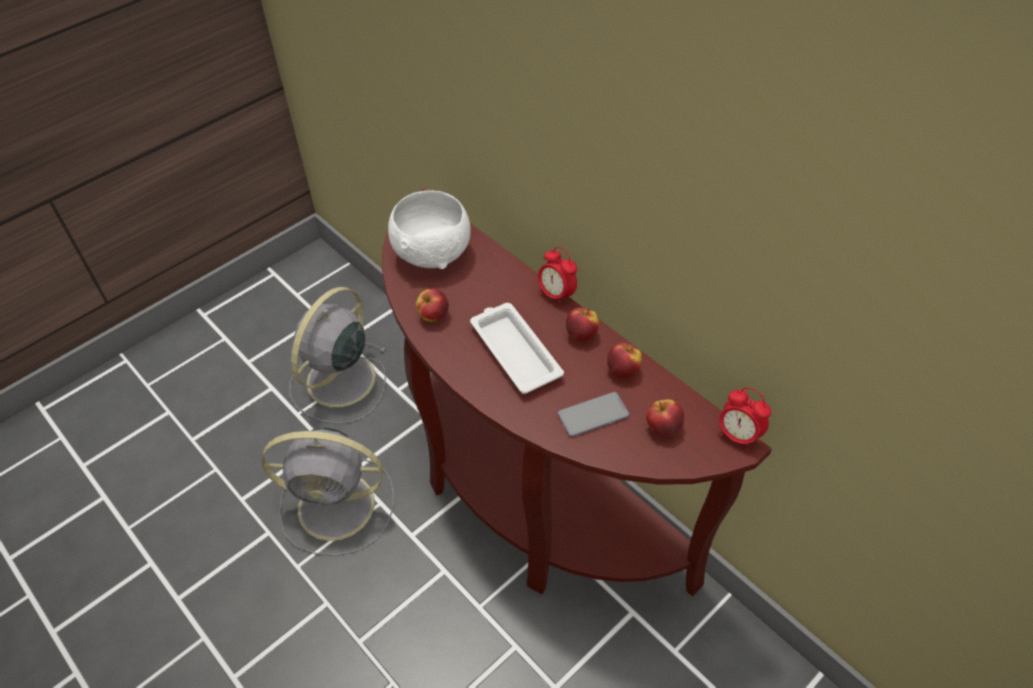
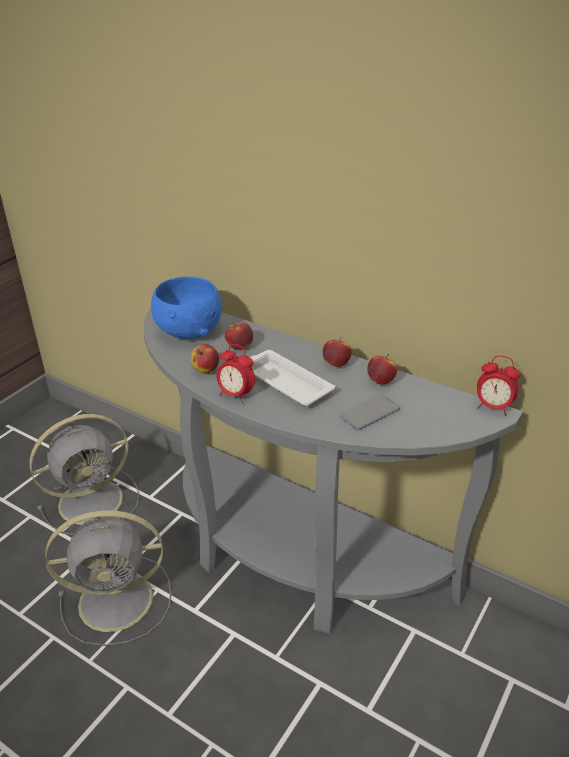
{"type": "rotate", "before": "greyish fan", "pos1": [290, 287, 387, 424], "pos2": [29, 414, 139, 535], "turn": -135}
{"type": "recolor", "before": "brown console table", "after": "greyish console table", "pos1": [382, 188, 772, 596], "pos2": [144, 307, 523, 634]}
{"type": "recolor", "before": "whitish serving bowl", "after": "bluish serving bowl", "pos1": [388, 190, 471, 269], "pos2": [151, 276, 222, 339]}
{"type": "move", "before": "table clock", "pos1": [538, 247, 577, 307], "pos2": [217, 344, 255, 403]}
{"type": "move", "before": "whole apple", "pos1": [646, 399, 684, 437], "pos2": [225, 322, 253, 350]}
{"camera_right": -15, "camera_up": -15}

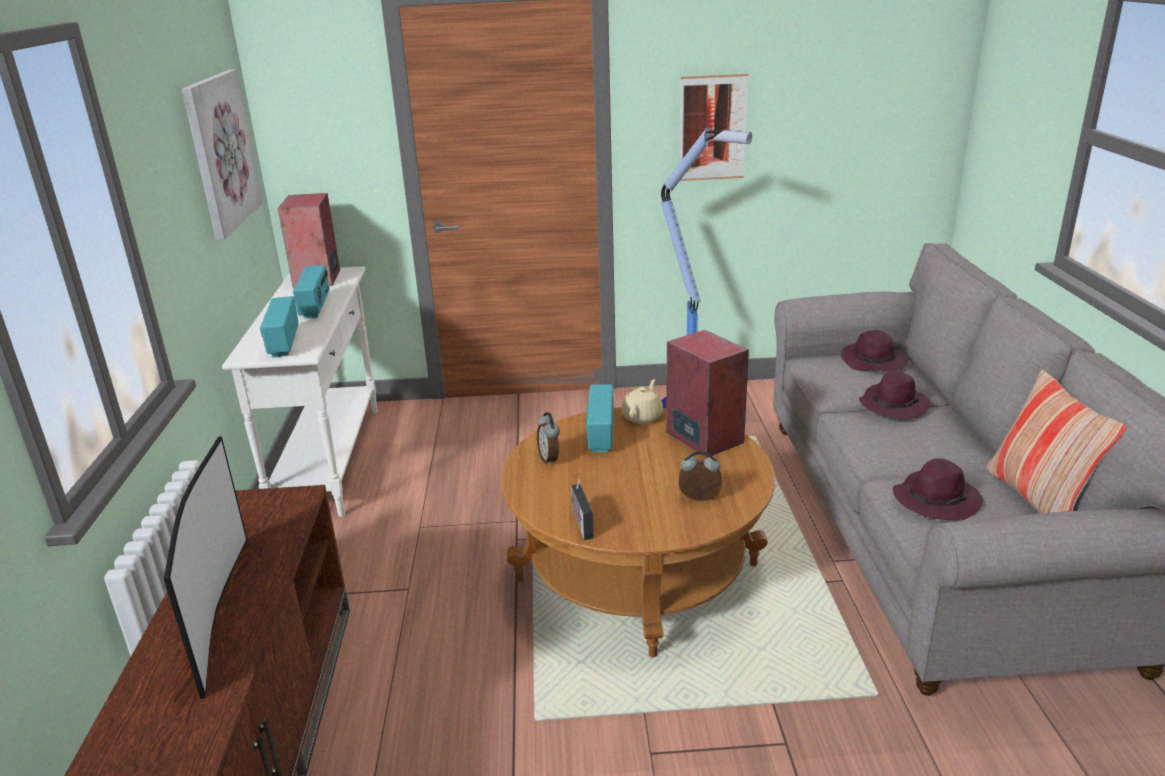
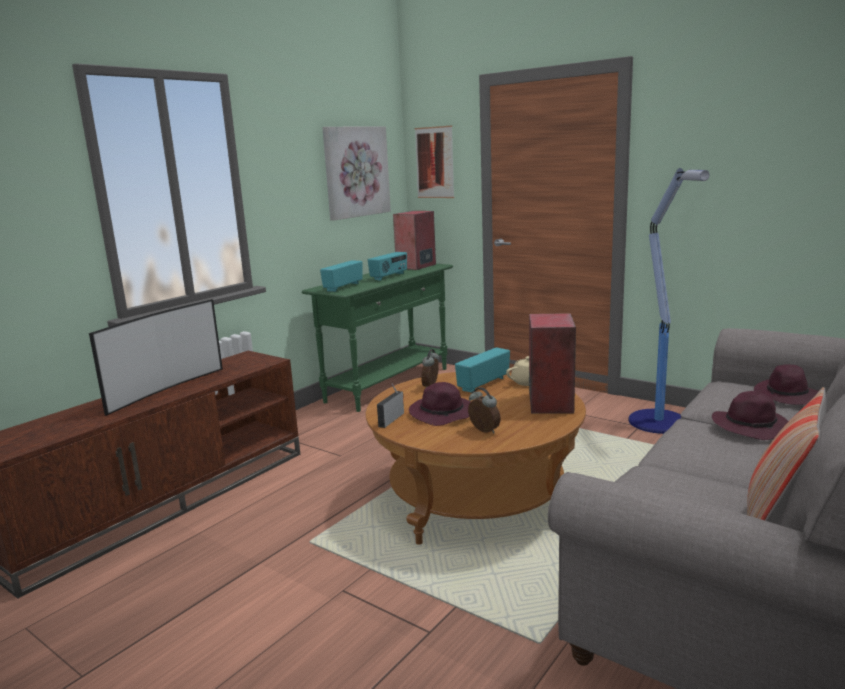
{"type": "recolor", "before": "whitish console table", "after": "green-coloured console table", "pos1": [222, 266, 378, 517], "pos2": [302, 264, 453, 412]}
{"type": "move", "before": "purplish clothing hat", "pos1": [893, 458, 983, 521], "pos2": [409, 382, 470, 426]}
{"type": "move", "before": "wall art", "pos1": [680, 74, 748, 181], "pos2": [415, 125, 455, 198]}
{"camera_right": 40, "camera_up": -10}

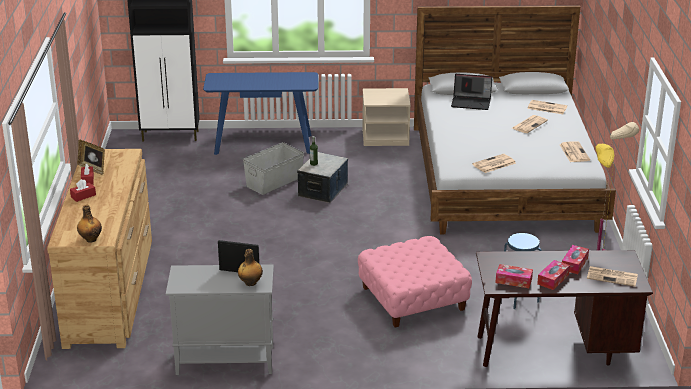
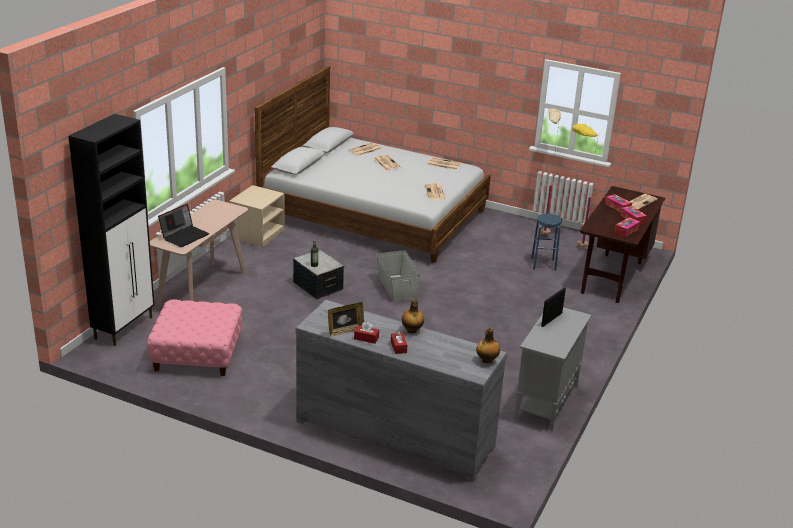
{"type": "move", "before": "pink-coloured footrest", "pos1": [358, 236, 472, 327], "pos2": [147, 299, 243, 376]}
{"type": "recolor", "before": "bluish console table", "after": "beige-coloured console table", "pos1": [203, 72, 318, 155], "pos2": [150, 200, 248, 306]}
{"type": "move", "before": "laptop", "pos1": [451, 74, 492, 110], "pos2": [158, 204, 209, 247]}
{"type": "recolor", "before": "brown chest of drawers", "after": "greyish chest of drawers", "pos1": [47, 149, 152, 349], "pos2": [295, 300, 507, 482]}
{"type": "move", "before": "greyish storage box", "pos1": [243, 142, 304, 195], "pos2": [376, 250, 421, 302]}
{"type": "move", "before": "beverage bottle", "pos1": [238, 249, 263, 286], "pos2": [402, 299, 424, 333]}
{"camera_right": -65, "camera_up": 0}

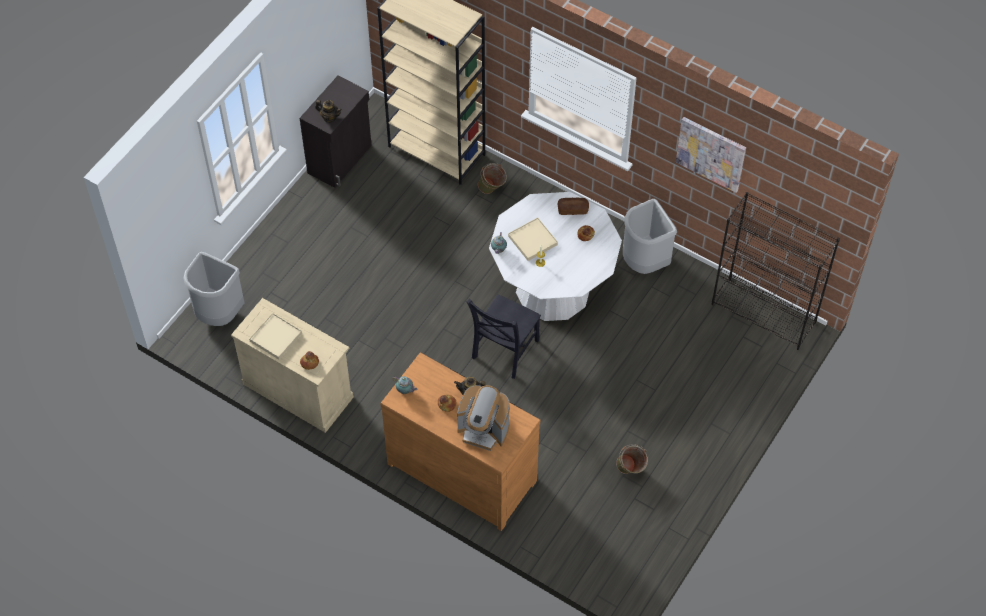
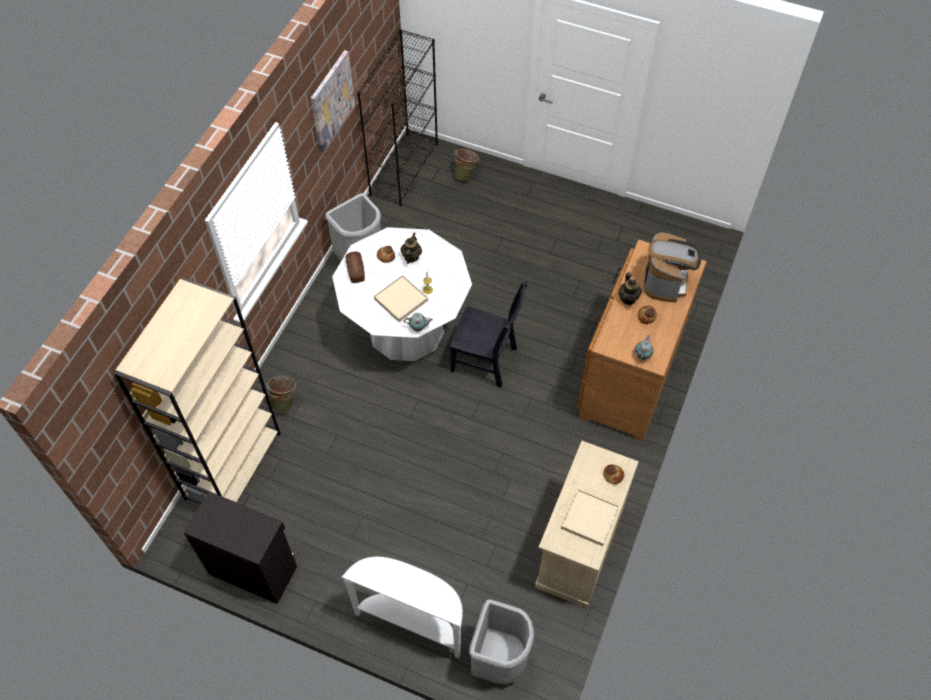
{"type": "insert", "after": "whitish console table", "pos2": [341, 557, 463, 658]}
{"type": "move", "before": "teapot", "pos1": [315, 100, 342, 123], "pos2": [401, 232, 422, 264]}
{"type": "move", "before": "green-coloured bucket", "pos1": [616, 444, 648, 474], "pos2": [453, 148, 479, 181]}
{"camera_right": -100, "camera_up": 0}

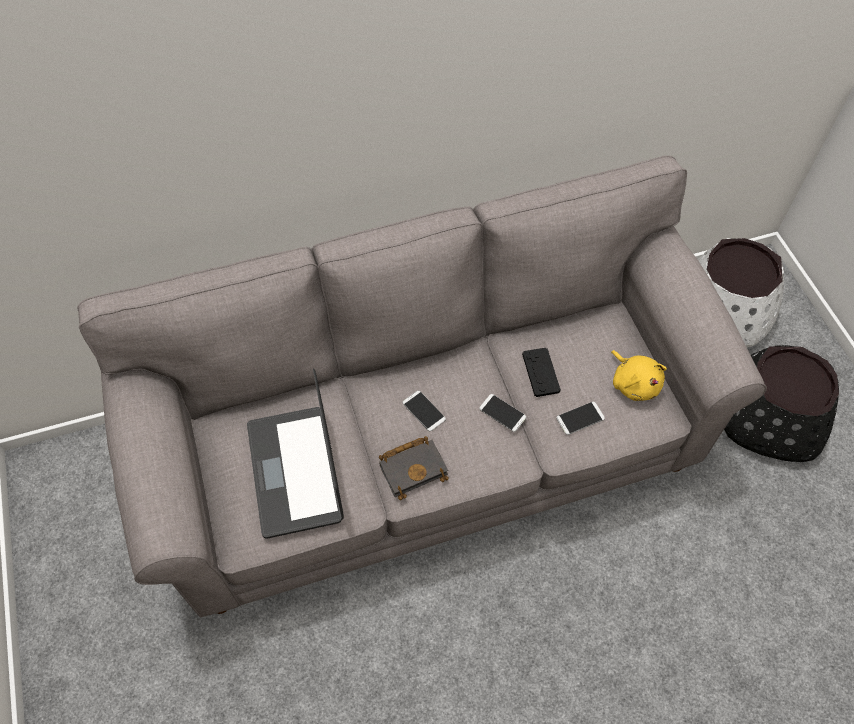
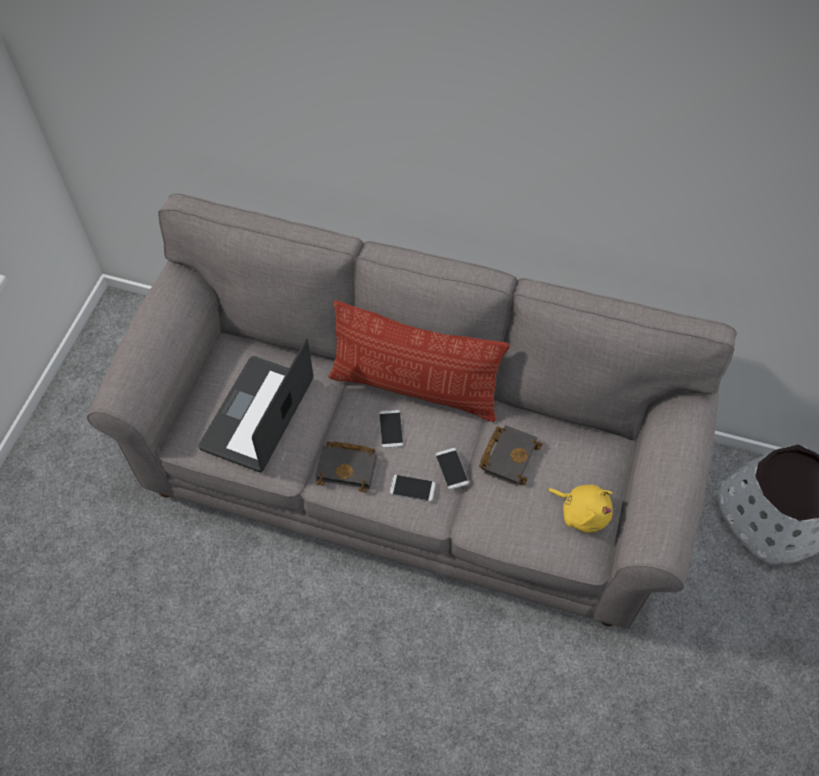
{"type": "insert", "after": "pillow", "pos2": [328, 300, 510, 422]}
{"type": "move", "before": "handset", "pos1": [557, 402, 605, 435], "pos2": [390, 475, 436, 502]}
{"type": "replace", "before": "blackish game controller", "after": "blackish bound book", "pos1": [522, 348, 561, 397], "pos2": [479, 425, 543, 486]}
{"type": "rotate", "before": "yellow-coloured cuddly toy", "pos1": [611, 350, 667, 401], "pos2": [548, 485, 613, 533], "turn": -60}
{"type": "delete", "before": "blackish plant pot", "pos1": [724, 345, 839, 462]}
{"camera_right": 35, "camera_up": 0}

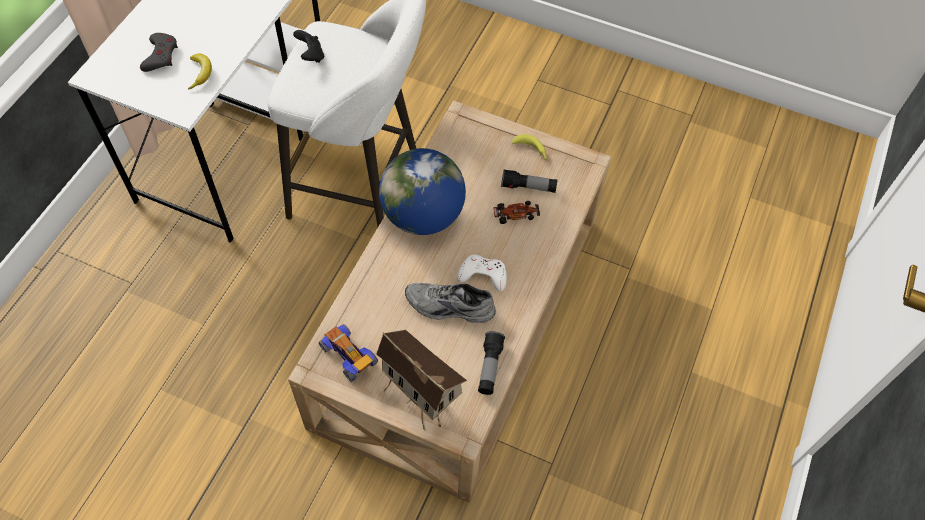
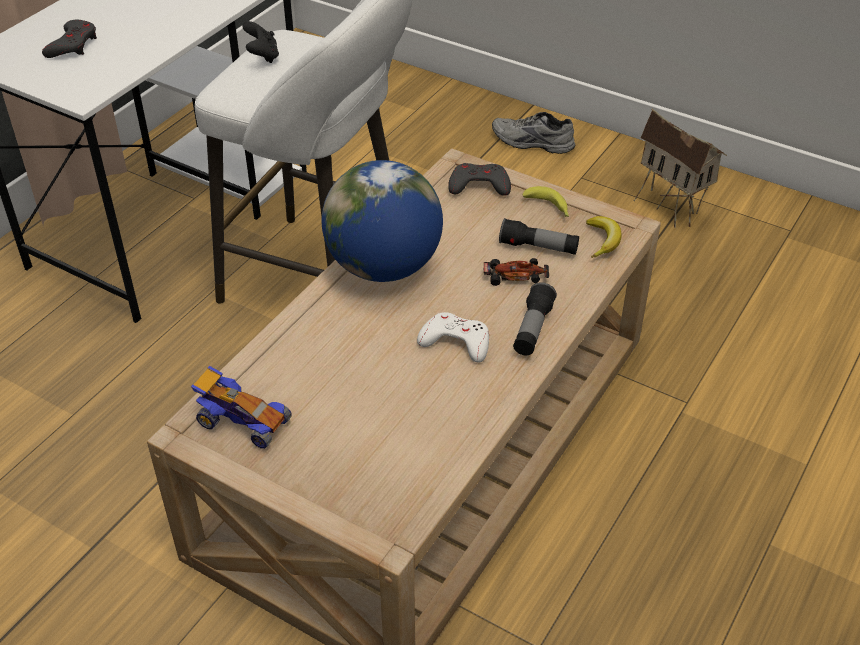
{"type": "rotate", "before": "miniature car", "pos1": [319, 324, 378, 382], "pos2": [191, 366, 292, 449], "turn": 150}
{"type": "insert", "after": "greyish game controller", "pos2": [448, 163, 511, 196]}
{"type": "move", "before": "greyish item of footwear", "pos1": [405, 283, 496, 323], "pos2": [492, 112, 575, 154]}
{"type": "move", "before": "torch", "pos1": [478, 331, 505, 395], "pos2": [513, 282, 557, 355]}
{"type": "move", "before": "banana", "pos1": [188, 54, 212, 89], "pos2": [586, 216, 622, 258]}
{"type": "move", "before": "toy house", "pos1": [376, 330, 467, 431], "pos2": [634, 108, 727, 228]}
{"camera_right": 10, "camera_up": -15}

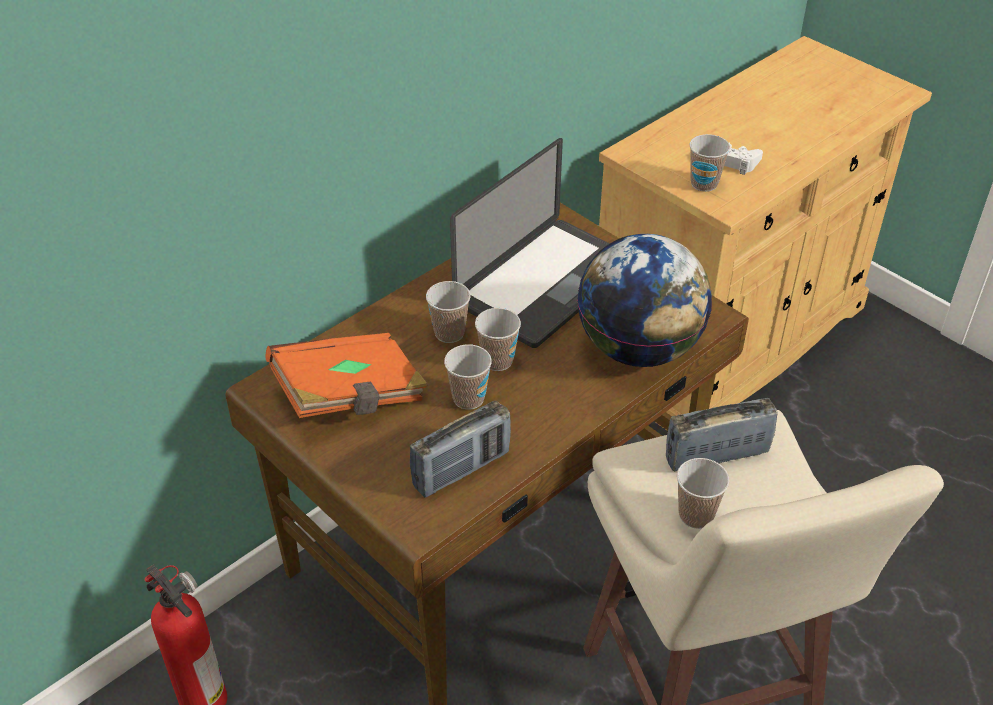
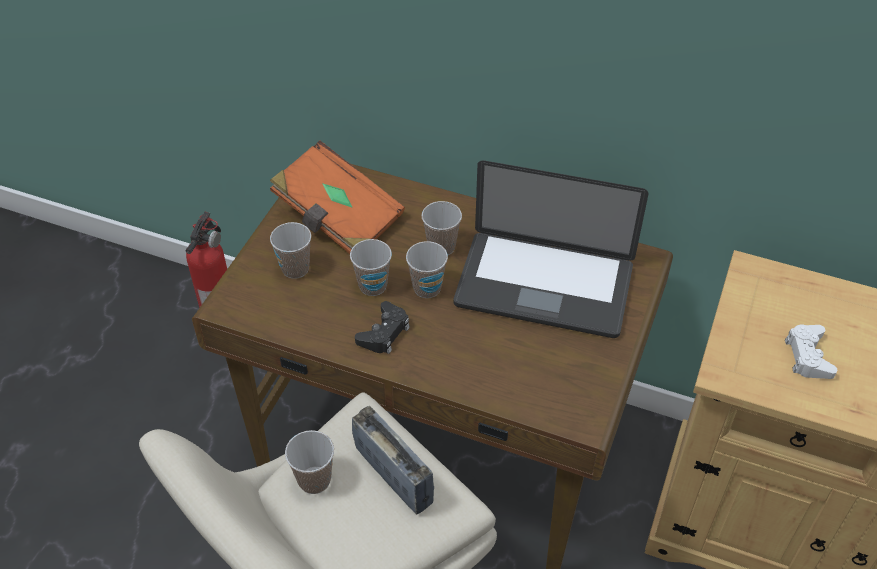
{"type": "move", "before": "drinking cup", "pos1": [689, 134, 730, 192], "pos2": [270, 222, 311, 279]}
{"type": "insert", "after": "blackish game controller", "pos2": [355, 301, 410, 354]}
{"type": "delete", "before": "radio", "pos1": [410, 401, 511, 498]}
{"type": "delete", "before": "desk globe", "pos1": [577, 234, 712, 367]}
{"camera_right": 65, "camera_up": 5}

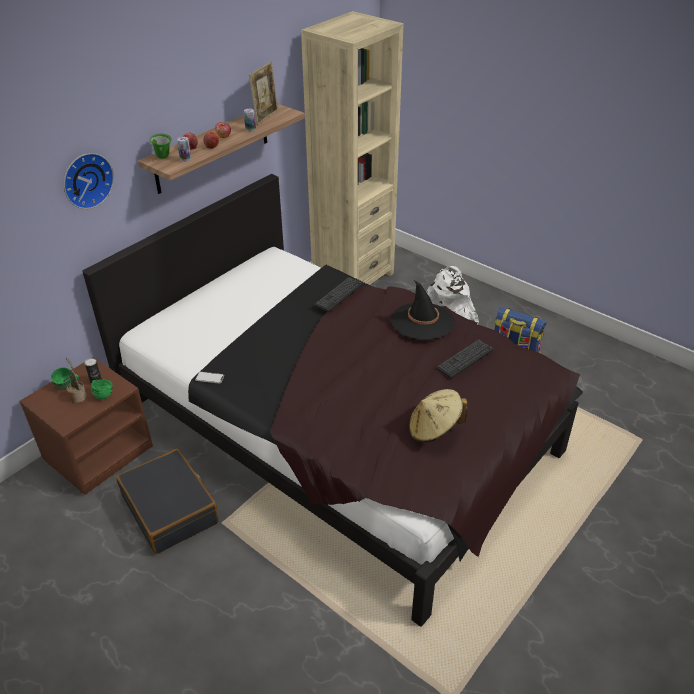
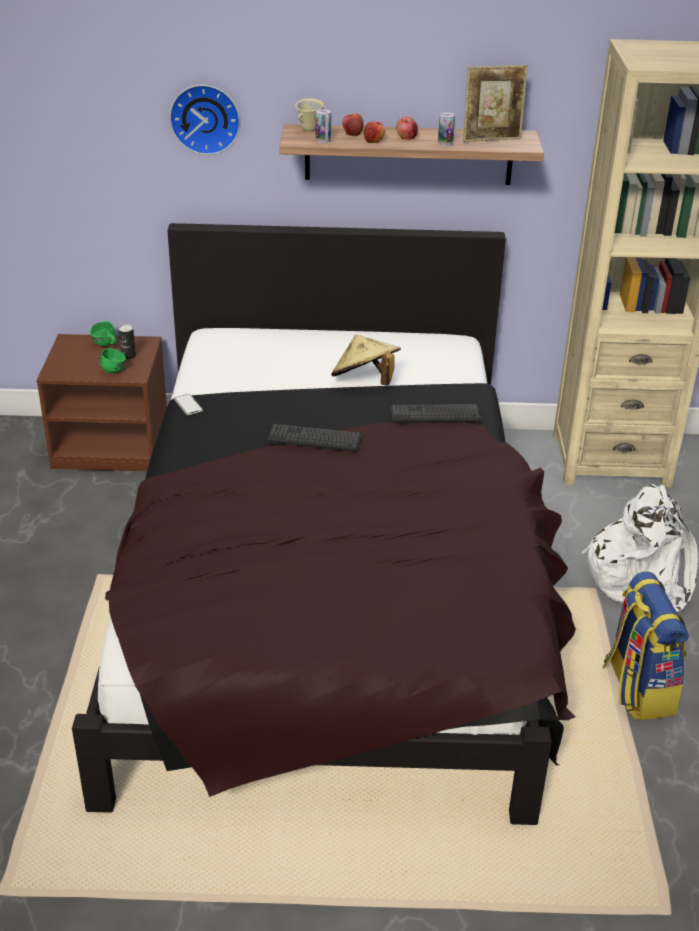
{"type": "move", "before": "computer keyboard", "pos1": [437, 339, 493, 379], "pos2": [267, 424, 361, 452]}
{"type": "recolor", "before": "green-coloured tea mug", "after": "beige-coloured tea mug", "pos1": [150, 133, 172, 159], "pos2": [295, 98, 324, 132]}
{"type": "move", "before": "beige-coloured clothing hat", "pos1": [409, 389, 468, 442], "pos2": [331, 334, 401, 385]}
{"type": "delete", "before": "plant in a pot", "pos1": [66, 358, 87, 403]}
{"type": "delete", "before": "blackish piece of luggage", "pos1": [116, 449, 219, 554]}
{"type": "delete", "before": "blackish clothing hat", "pos1": [391, 280, 455, 340]}
{"camera_right": 50, "camera_up": -5}

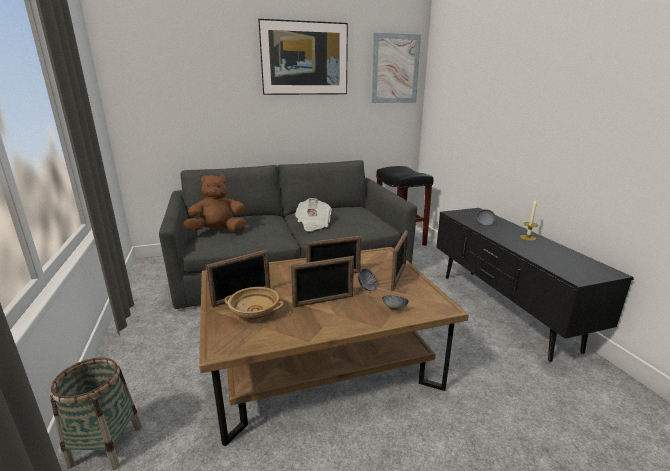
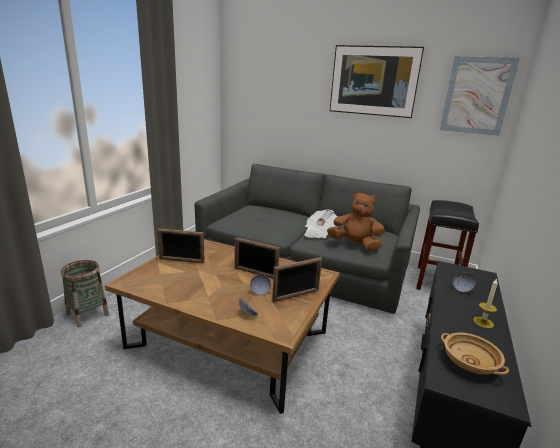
{"type": "move", "before": "brown cuddly toy", "pos1": [183, 174, 247, 231], "pos2": [327, 191, 385, 251]}
{"type": "move", "before": "beige-coloured serving bowl", "pos1": [225, 287, 284, 319], "pos2": [441, 332, 509, 375]}
{"type": "delete", "before": "standing frame", "pos1": [291, 256, 354, 308]}
{"camera_right": 40, "camera_up": 0}

